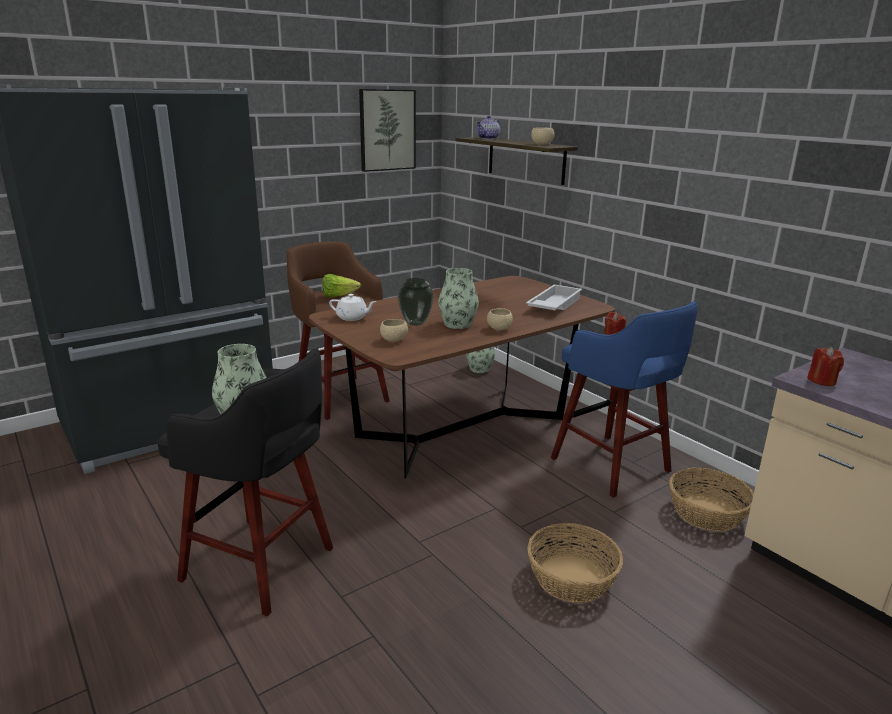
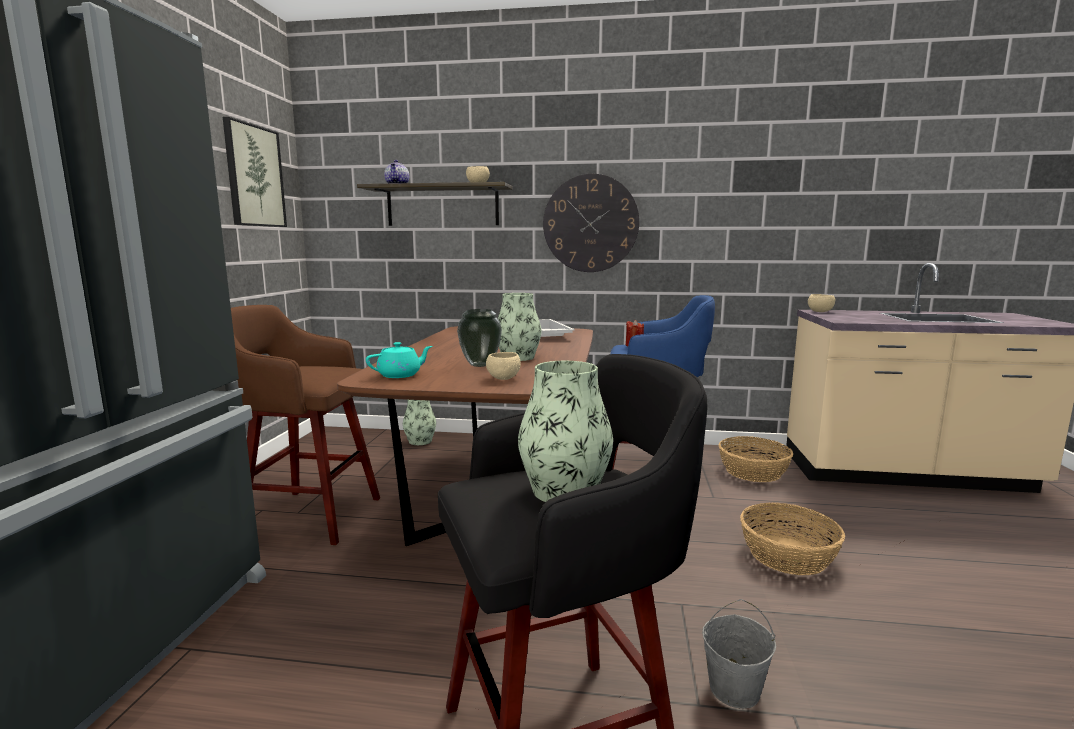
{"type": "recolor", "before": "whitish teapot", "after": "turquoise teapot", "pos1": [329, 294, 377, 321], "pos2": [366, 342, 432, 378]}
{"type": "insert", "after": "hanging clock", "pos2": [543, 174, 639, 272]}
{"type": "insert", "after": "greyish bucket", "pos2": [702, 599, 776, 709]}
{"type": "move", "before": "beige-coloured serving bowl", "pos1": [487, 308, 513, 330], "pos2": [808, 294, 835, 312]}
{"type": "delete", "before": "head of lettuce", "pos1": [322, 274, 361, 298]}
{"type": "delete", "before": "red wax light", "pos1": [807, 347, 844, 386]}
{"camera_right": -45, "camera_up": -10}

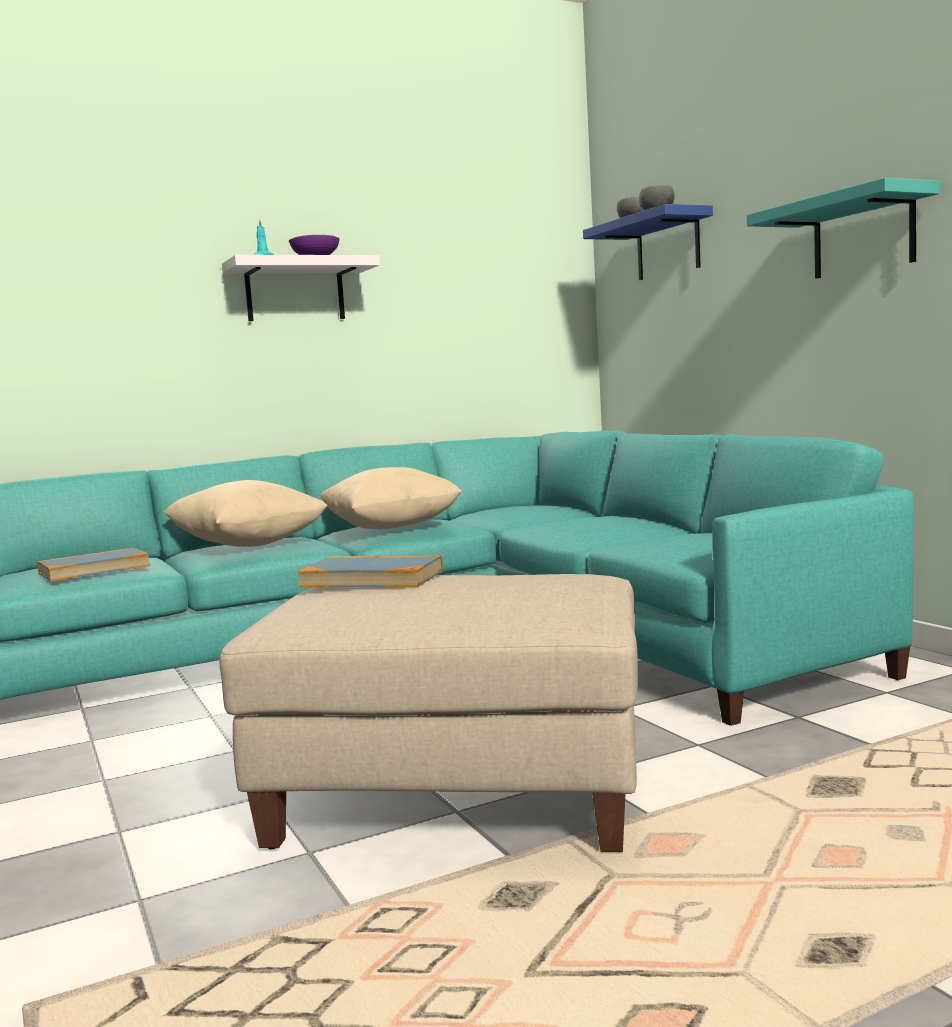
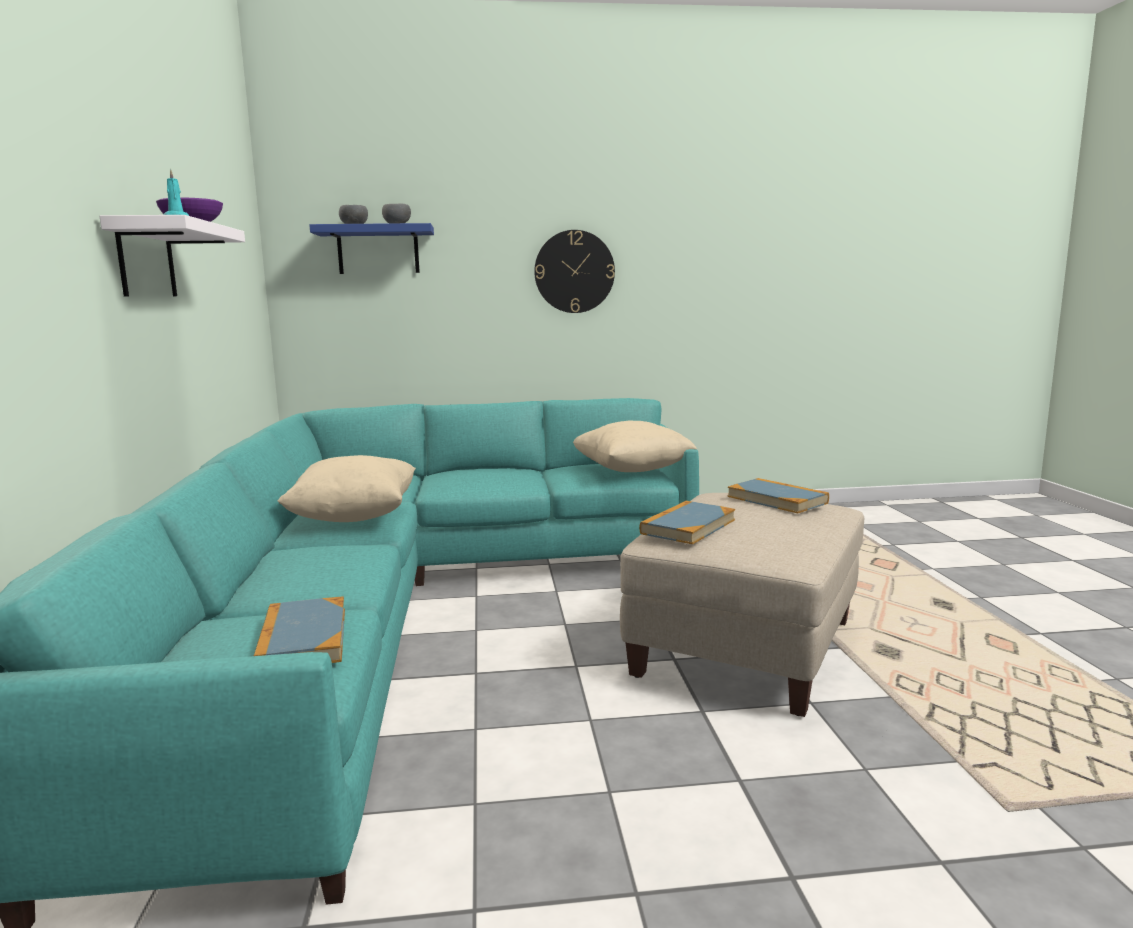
{"type": "replace", "before": "turquoise wall shelf", "after": "hanging clock", "pos1": [747, 178, 940, 279], "pos2": [534, 230, 615, 313]}
{"type": "move", "before": "beige-coloured pillow", "pos1": [163, 480, 328, 547], "pos2": [573, 421, 697, 472]}
{"type": "insert", "after": "bound book", "pos2": [728, 478, 829, 513]}
{"camera_right": -70, "camera_up": 5}

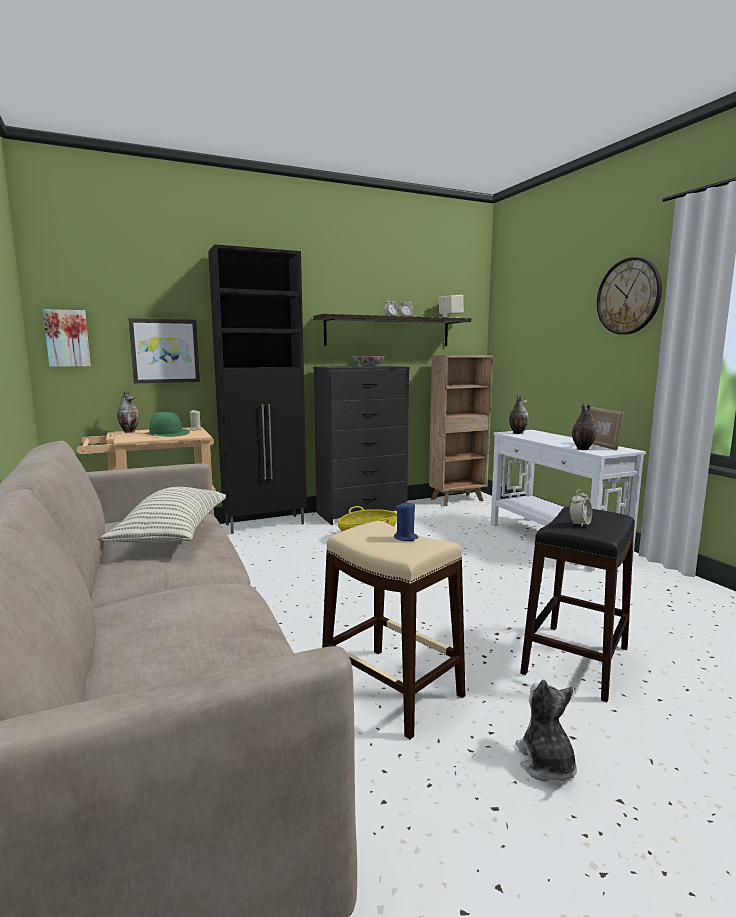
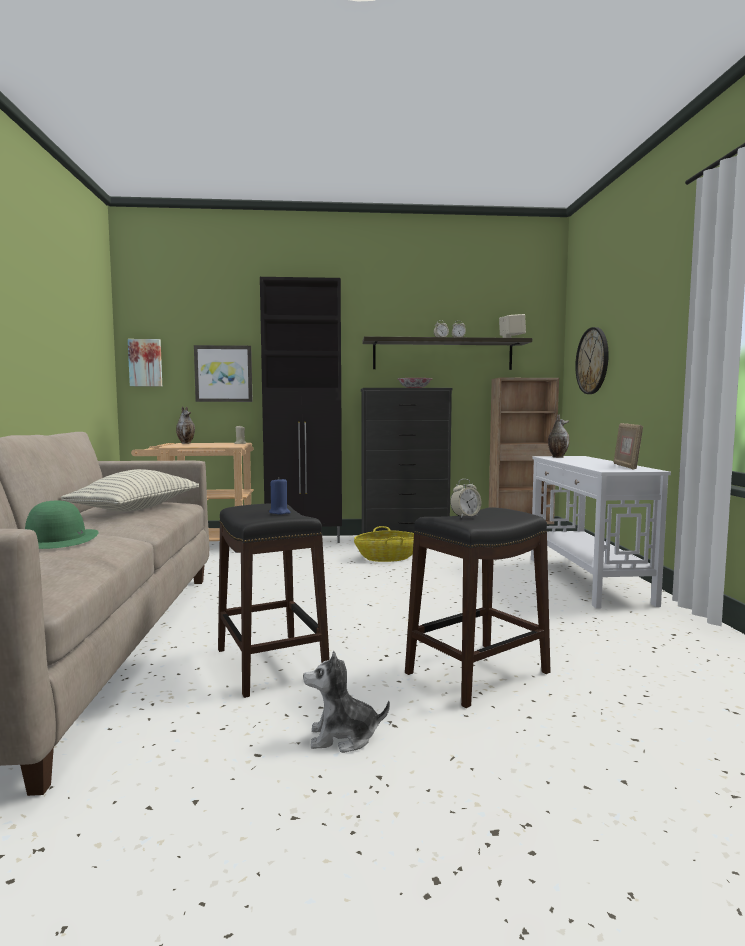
{"type": "move", "before": "green-coloured clothing hat", "pos1": [142, 412, 190, 437], "pos2": [25, 501, 99, 549]}
{"type": "recolor", "before": "beige-coloured sitting stool", "after": "blackish sitting stool", "pos1": [322, 521, 466, 739], "pos2": [218, 503, 330, 698]}
{"type": "rotate", "before": "cuddly toy", "pos1": [516, 680, 577, 782], "pos2": [303, 651, 390, 753], "turn": -105}
{"type": "move", "before": "hanging clock", "pos1": [597, 257, 662, 335], "pos2": [575, 327, 609, 394]}
{"type": "delete", "before": "vase", "pos1": [572, 403, 597, 450]}
{"camera_right": 20, "camera_up": -5}

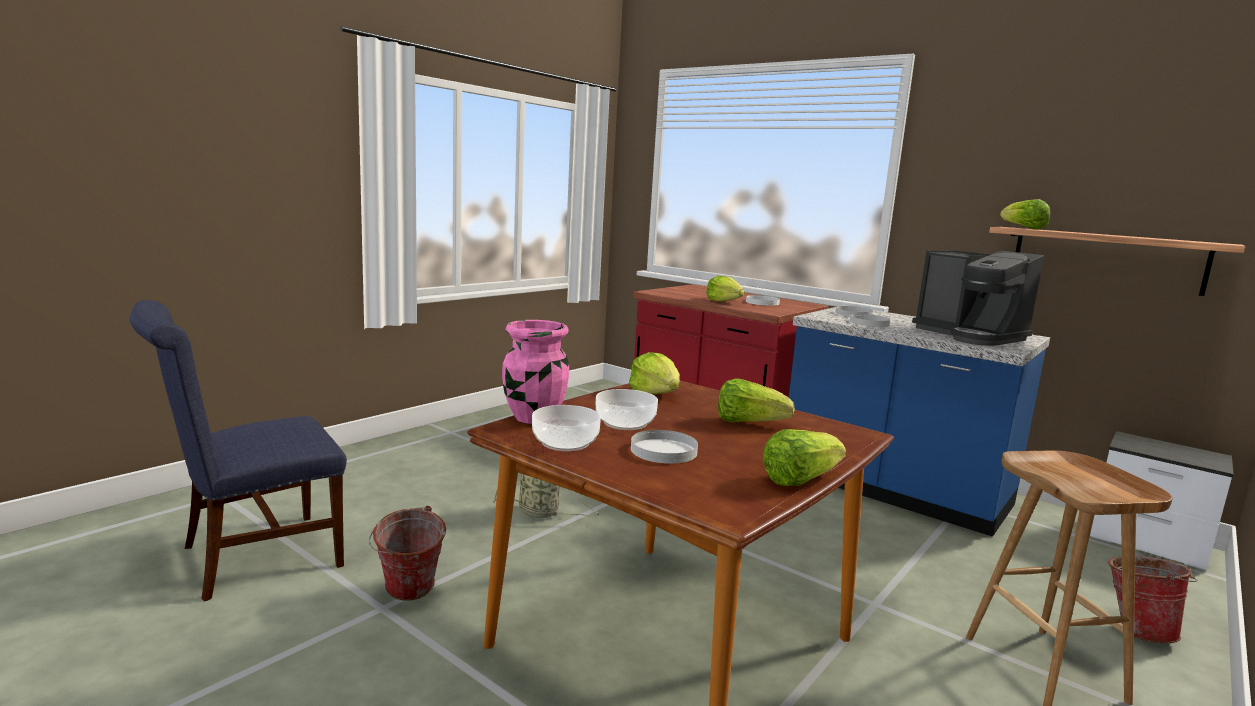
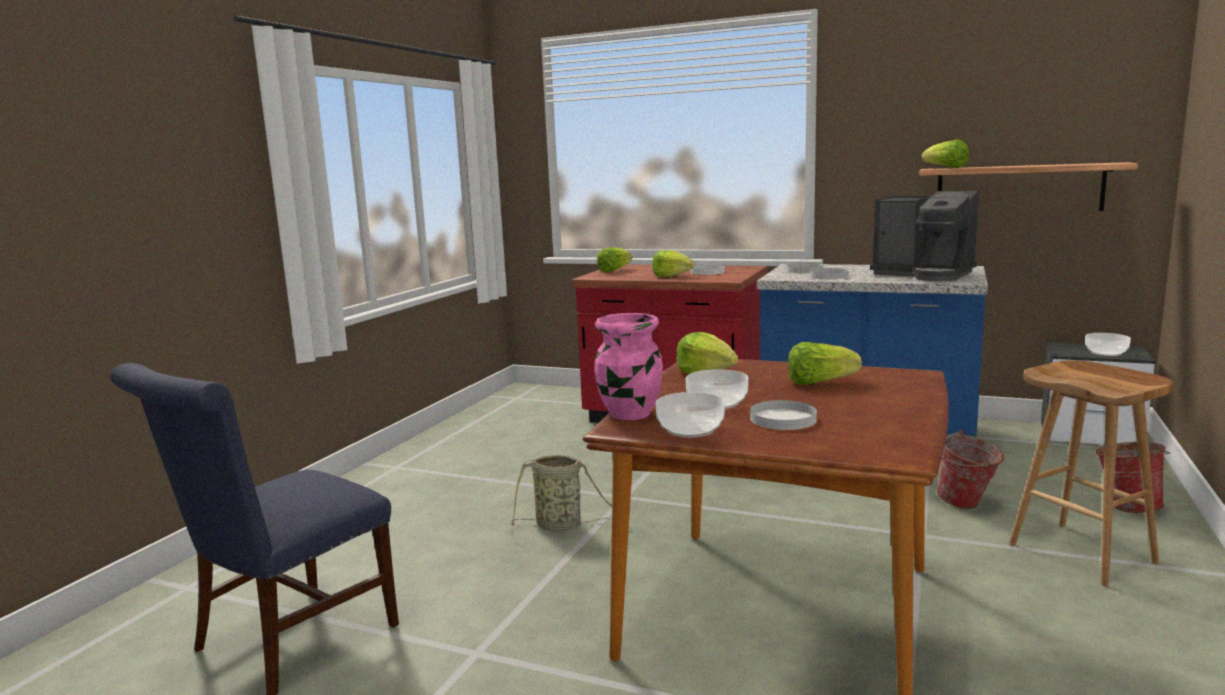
{"type": "move", "before": "head of lettuce", "pos1": [763, 429, 846, 486], "pos2": [596, 247, 632, 272]}
{"type": "move", "before": "bucket", "pos1": [369, 506, 446, 601], "pos2": [937, 430, 1004, 509]}
{"type": "insert", "after": "serving bowl", "pos2": [1085, 333, 1131, 356]}
{"camera_right": -15, "camera_up": 0}

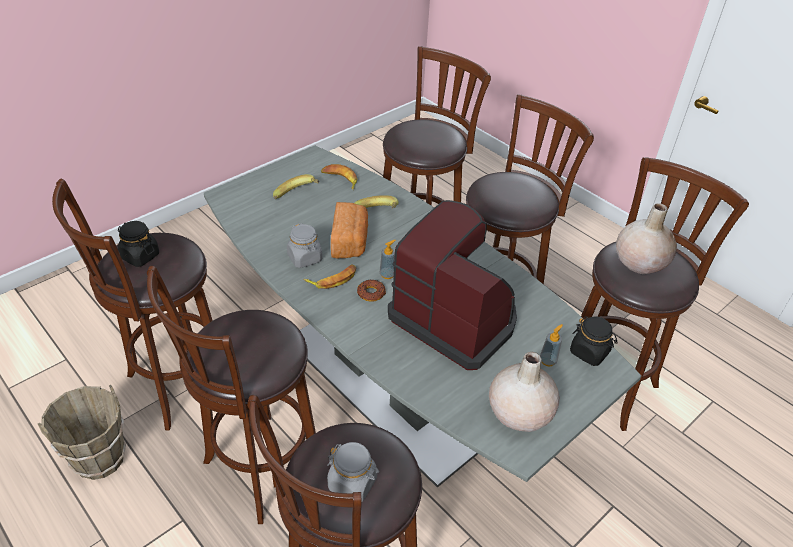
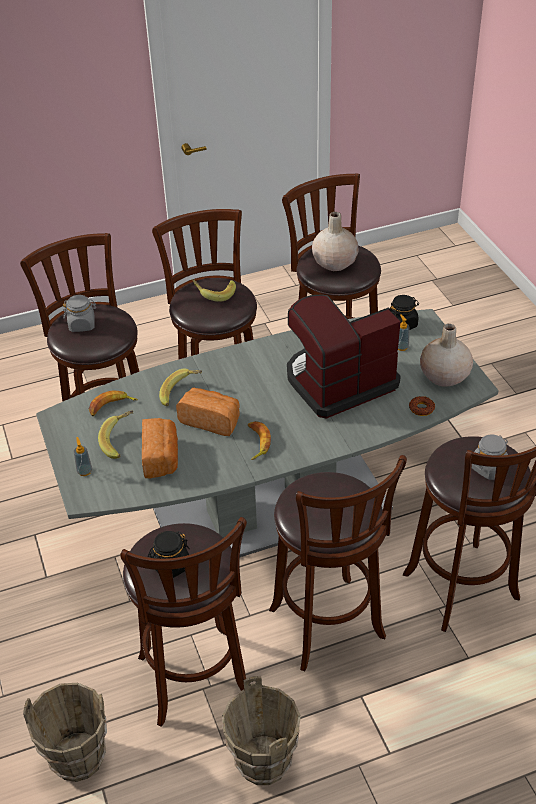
{"type": "insert", "after": "brown bucket", "pos2": [23, 683, 107, 782]}
{"type": "move", "before": "greyish preserve jar", "pos1": [287, 223, 322, 268], "pos2": [63, 295, 96, 332]}
{"type": "move", "before": "liquid soap bottle", "pos1": [380, 240, 396, 279], "pos2": [74, 437, 92, 476]}
{"type": "insert", "after": "bread", "pos2": [142, 418, 178, 478]}
{"type": "insert", "after": "banana", "pos2": [192, 279, 236, 302]}
{"type": "move", "before": "doughnut", "pos1": [357, 280, 386, 302], "pos2": [409, 396, 435, 416]}
{"camera_right": -65, "camera_up": 0}

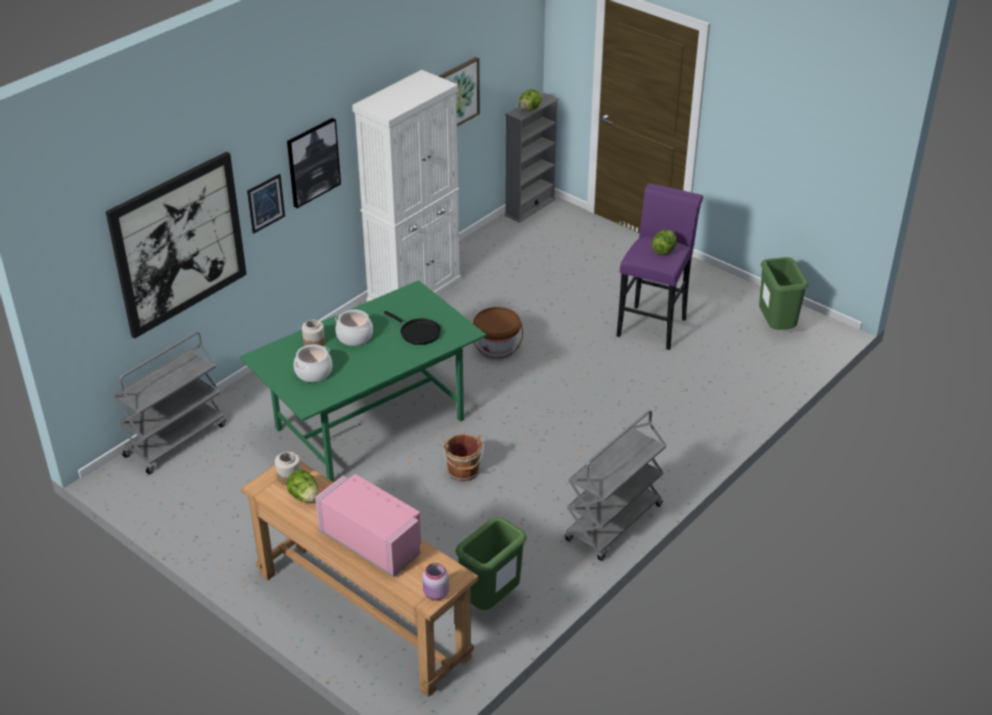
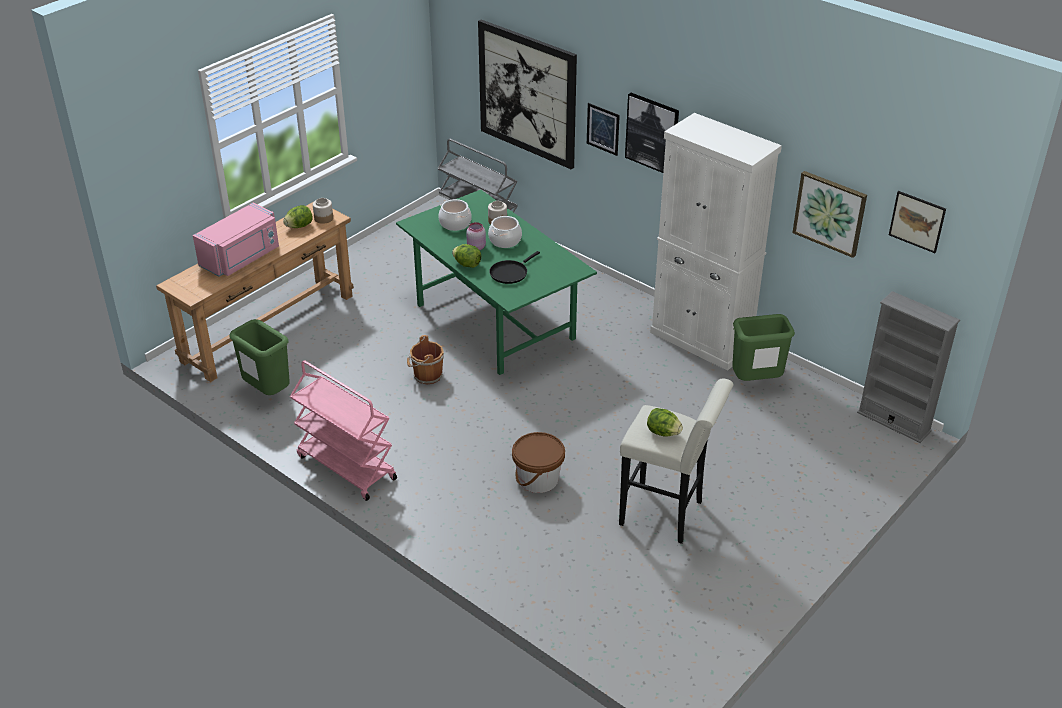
{"type": "recolor", "before": "greyish cart", "after": "pink-coloured cart", "pos1": [565, 410, 667, 561], "pos2": [290, 360, 397, 501]}
{"type": "move", "before": "head of lettuce", "pos1": [519, 89, 542, 111], "pos2": [452, 244, 481, 268]}
{"type": "move", "before": "pink-coloured preserve jar", "pos1": [422, 563, 449, 600], "pos2": [466, 222, 486, 250]}
{"type": "move", "before": "brown bucket", "pos1": [473, 307, 523, 360], "pos2": [512, 432, 565, 493]}
{"type": "recolor", "before": "purplish sitting stool", "after": "whitish sitting stool", "pos1": [616, 183, 703, 350], "pos2": [619, 378, 734, 544]}
{"type": "move", "before": "green-coloured waste bin", "pos1": [759, 257, 808, 330], "pos2": [732, 314, 795, 381]}
{"type": "insert", "after": "wall art", "pos2": [889, 191, 946, 253]}
{"camera_right": 90, "camera_up": 0}

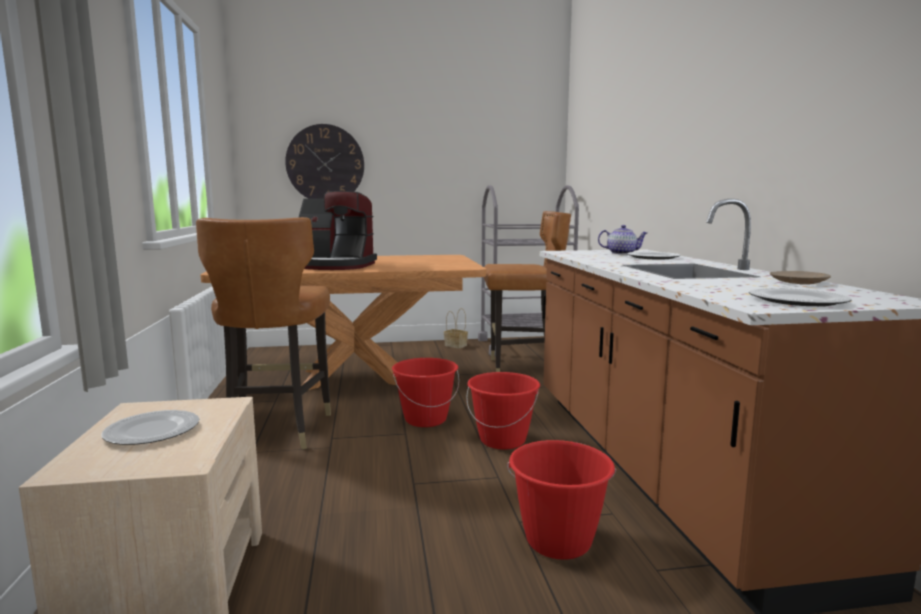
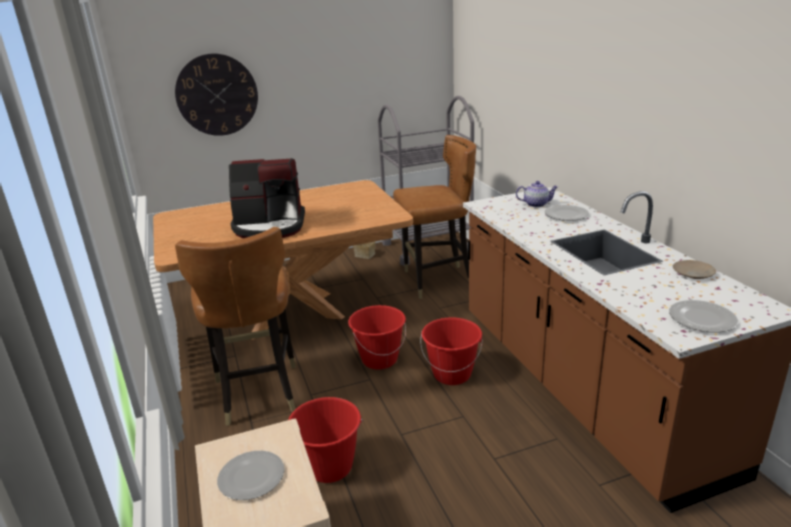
{"type": "move", "before": "red bucket", "pos1": [507, 440, 617, 560], "pos2": [288, 397, 363, 483]}
{"camera_right": -10, "camera_up": 15}

